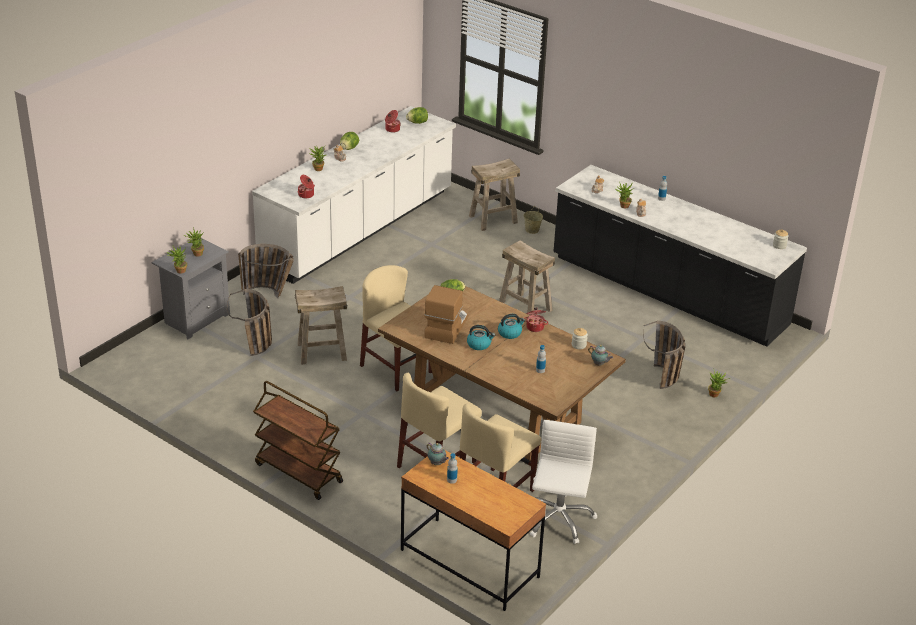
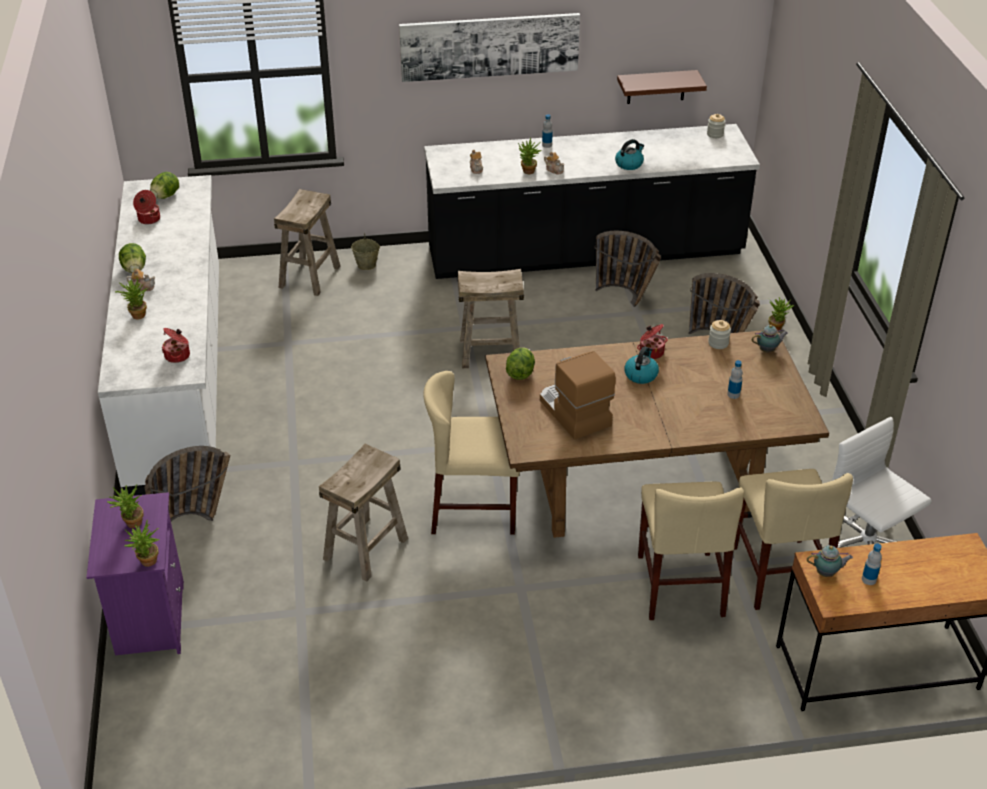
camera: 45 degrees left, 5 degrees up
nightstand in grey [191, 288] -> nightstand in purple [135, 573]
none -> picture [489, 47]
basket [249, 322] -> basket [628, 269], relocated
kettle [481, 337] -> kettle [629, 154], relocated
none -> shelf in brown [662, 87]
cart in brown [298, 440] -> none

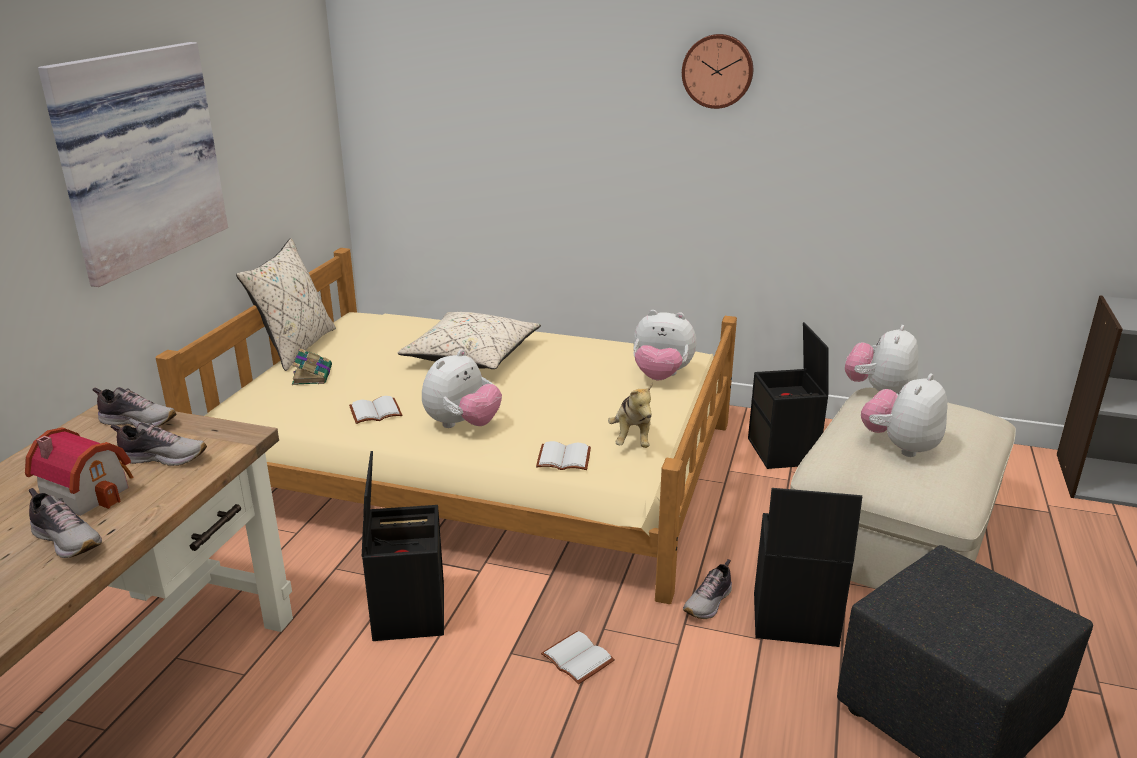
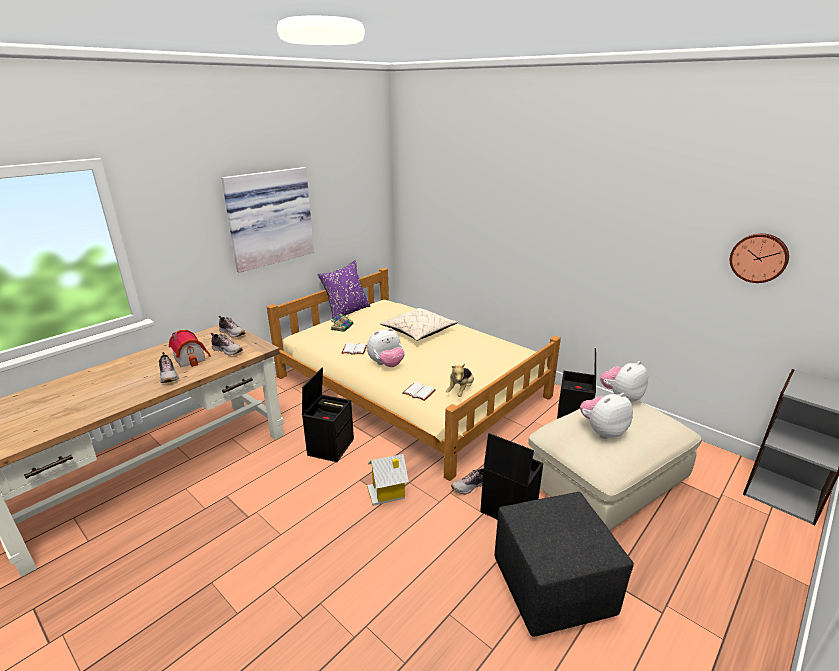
camera: 25 degrees right, 0 degrees up
pillow in beige [286, 304] -> pillow in purple [344, 291]
book in white [578, 657] -> toy house [388, 480]
wall clock [717, 71] -> wall clock [759, 258], relocated
plush toy [664, 345] -> none

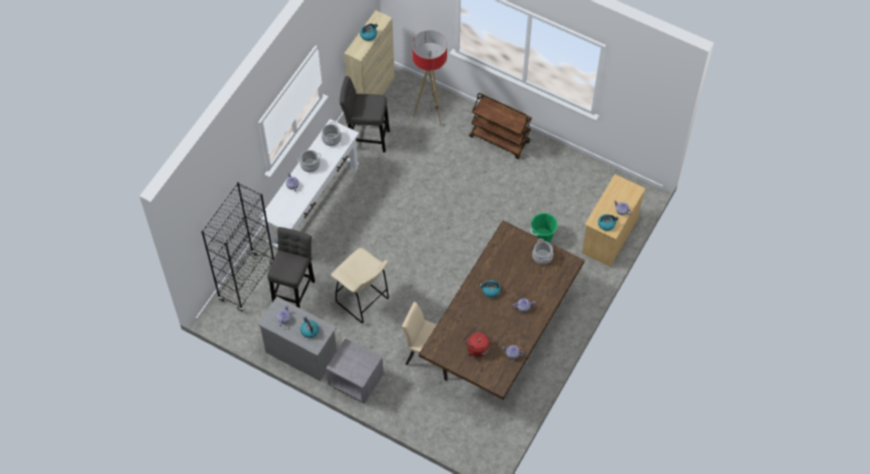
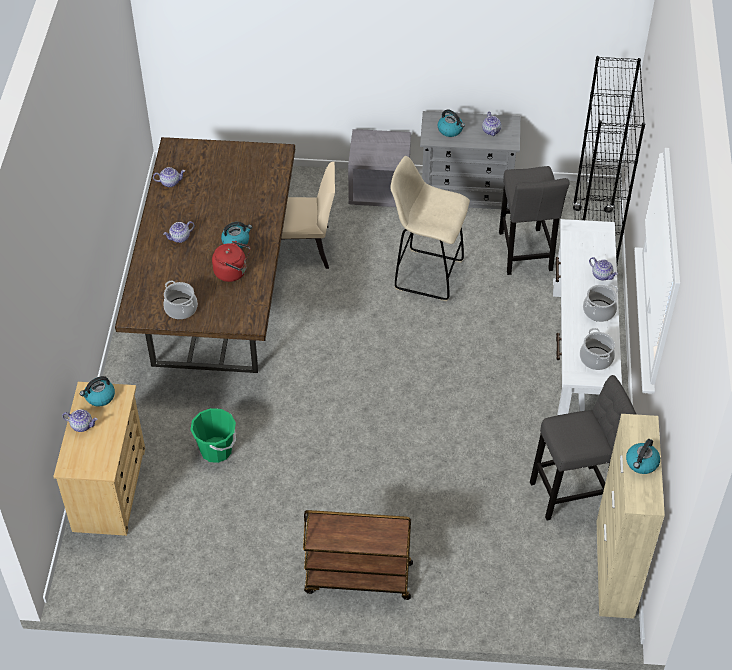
camera: 155 degrees right, 10 degrees down
kettle in red [476, 342] -> kettle in red [231, 261], relocated
floor lamp [429, 78] -> none

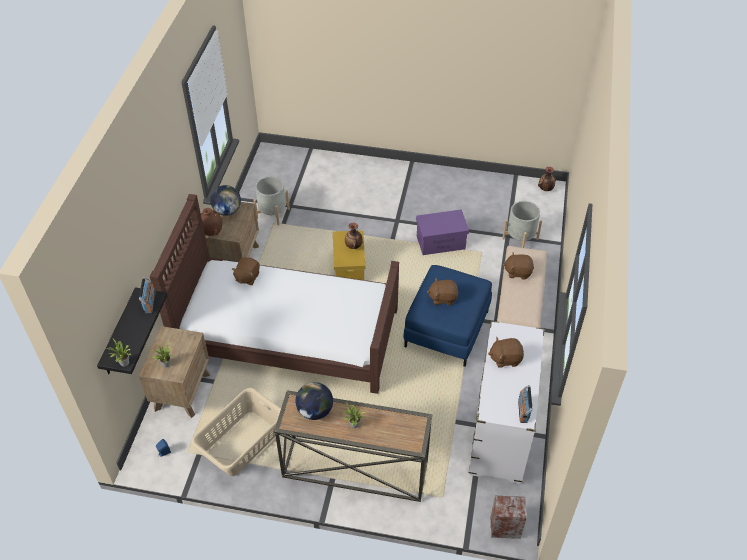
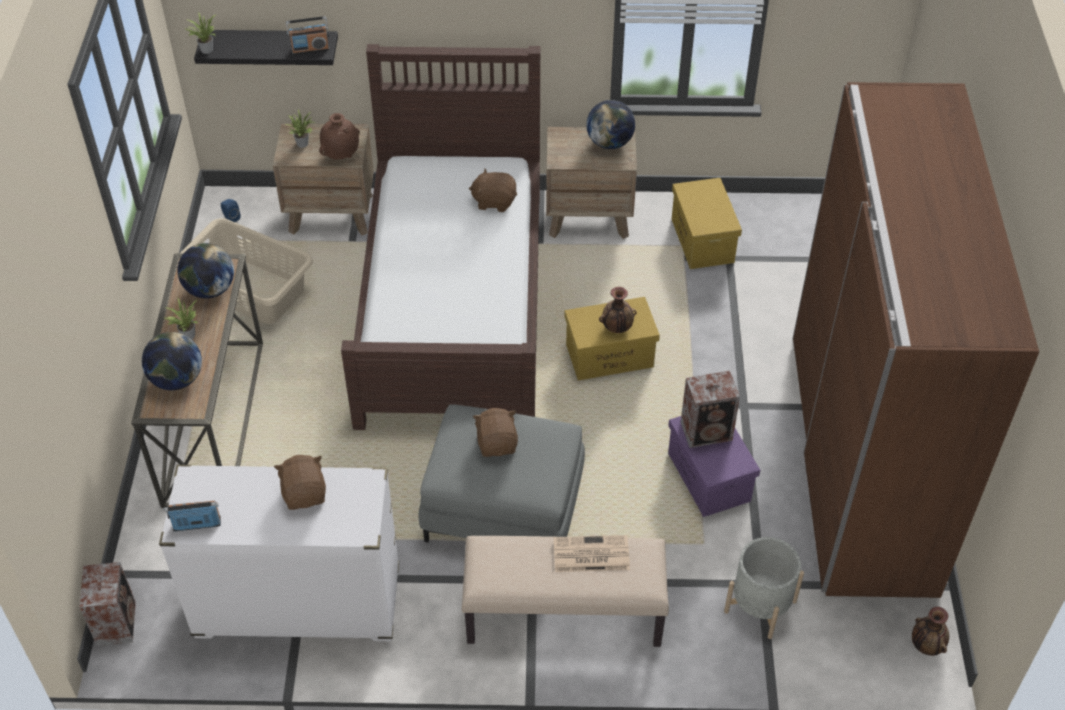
camera: 80 degrees right, 0 degrees up
none -> globe [172, 361]
vase in brown [211, 222] -> vase in brown [339, 136], relocated
ottoman in blue [448, 316] -> ottoman in grey [502, 473]
plush toy in brown [518, 266] -> newspaper [592, 553]
planter in grey [272, 200] -> storage box in yellow [707, 223]
none -> speaker [710, 409]
none -> wardrobe in brown [915, 340]

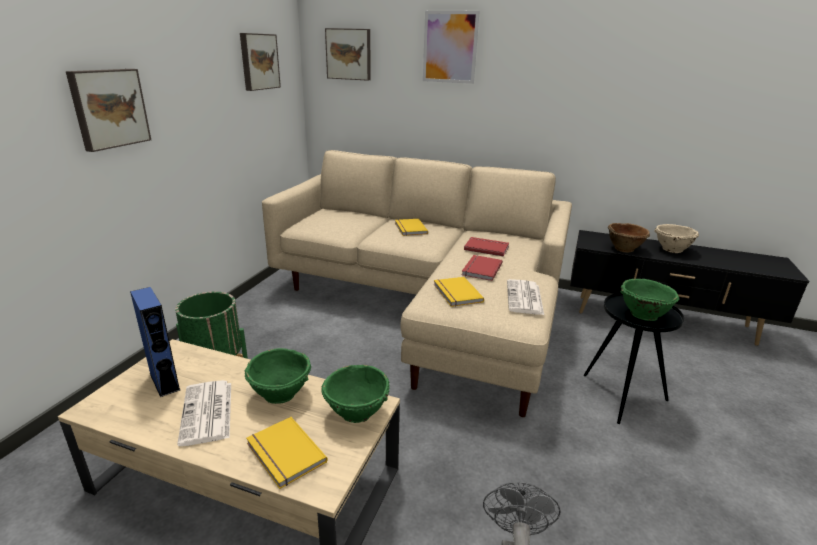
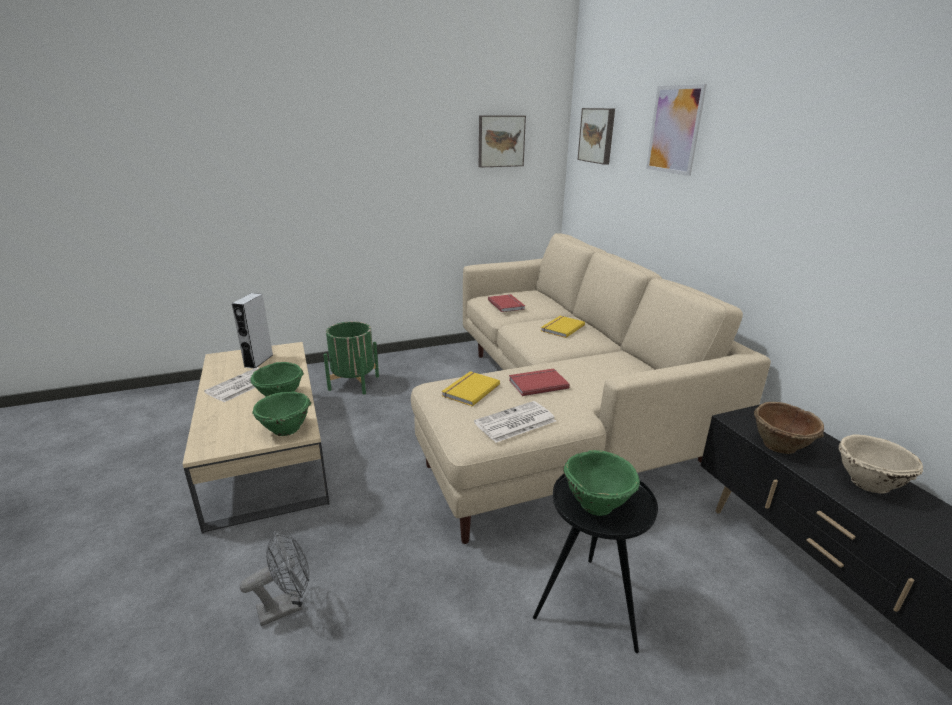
camera: 50 degrees right, 0 degrees up
speaker in blue [155, 342] -> speaker in grey [252, 330]
book in red [486, 247] -> book in red [506, 303], relocated
picture [108, 110] -> none
book in yellow [286, 453] -> none

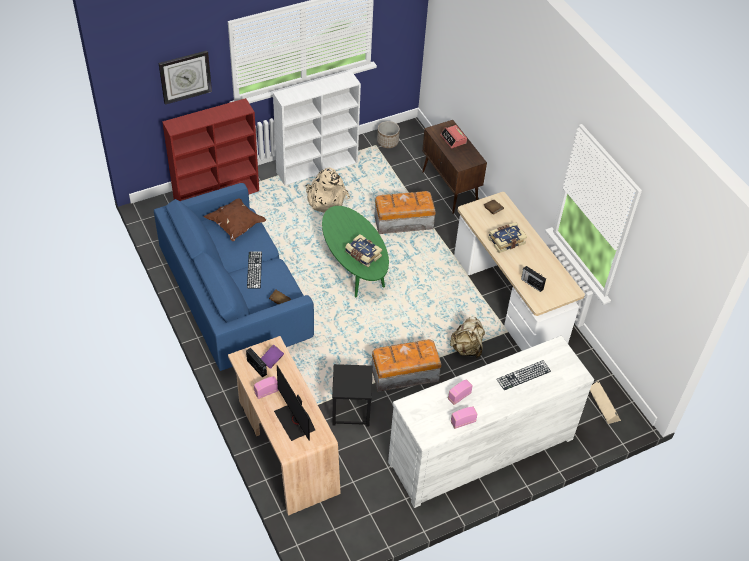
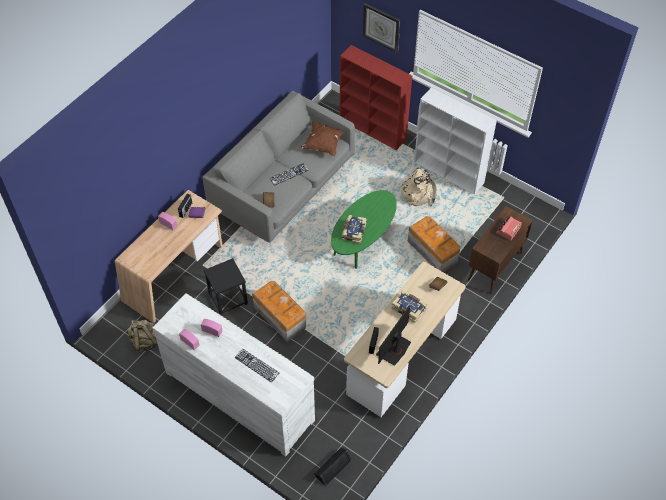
camera: 65 degrees right, 5 degrees up
backpack in beige [467, 337] -> backpack in beige [143, 335], relocated
sofa in blue [234, 277] -> sofa in grey [278, 166]
speaker in beige [605, 402] -> speaker in black [333, 467]
monitor [294, 403] -> monitor [393, 335], relocated
planter [388, 134] -> none

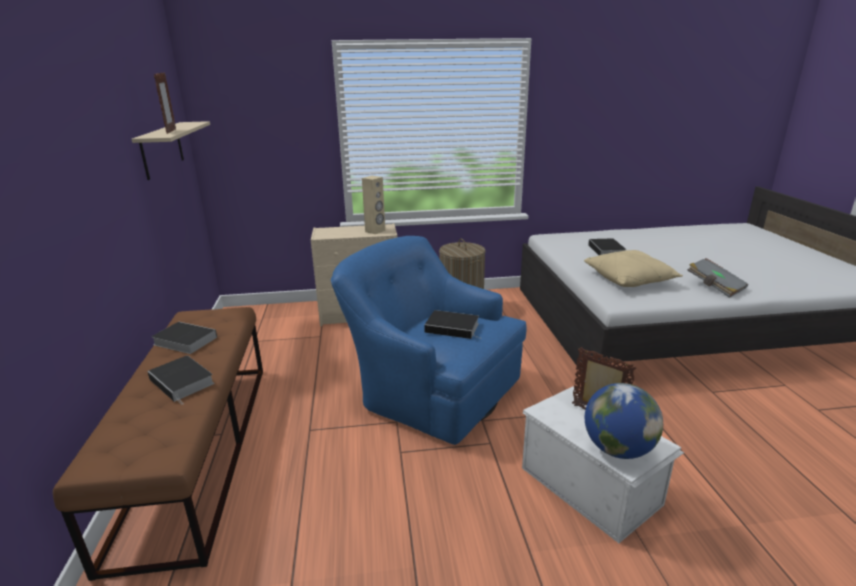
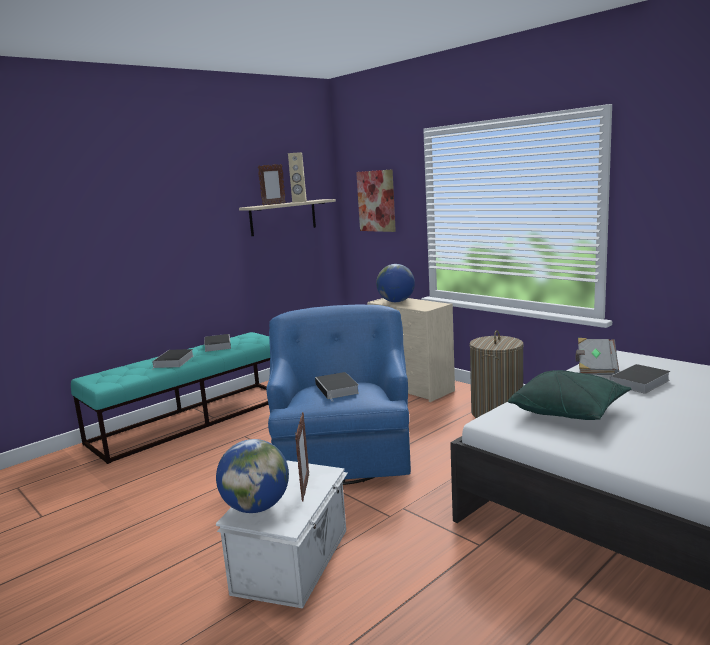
camera: 55 degrees right, 10 degrees down
bench in brown [158, 444] -> bench in turquoise [170, 398]
speaker in beige [373, 205] -> speaker in beige [297, 177], relocated
none -> picture [376, 201]
none -> globe [395, 283]
pillow in beige [633, 268] -> pillow in green [569, 395]
book in grey [718, 278] -> book in grey [597, 356], relocated

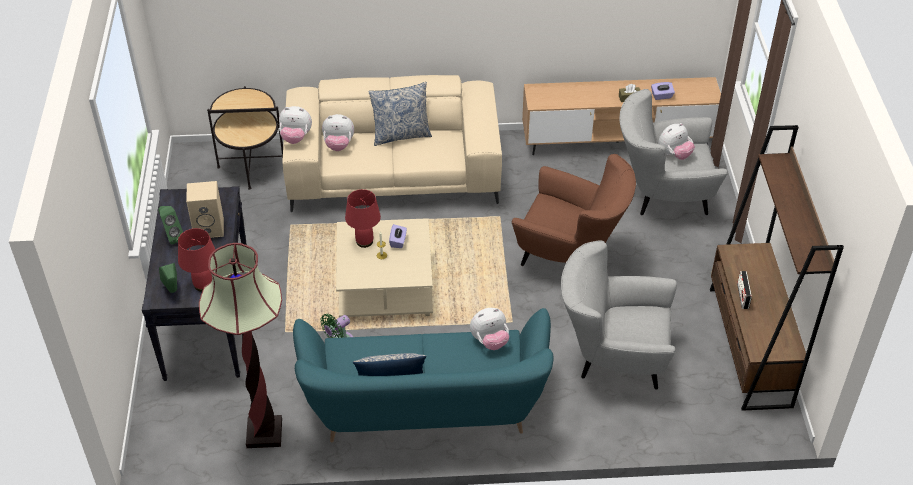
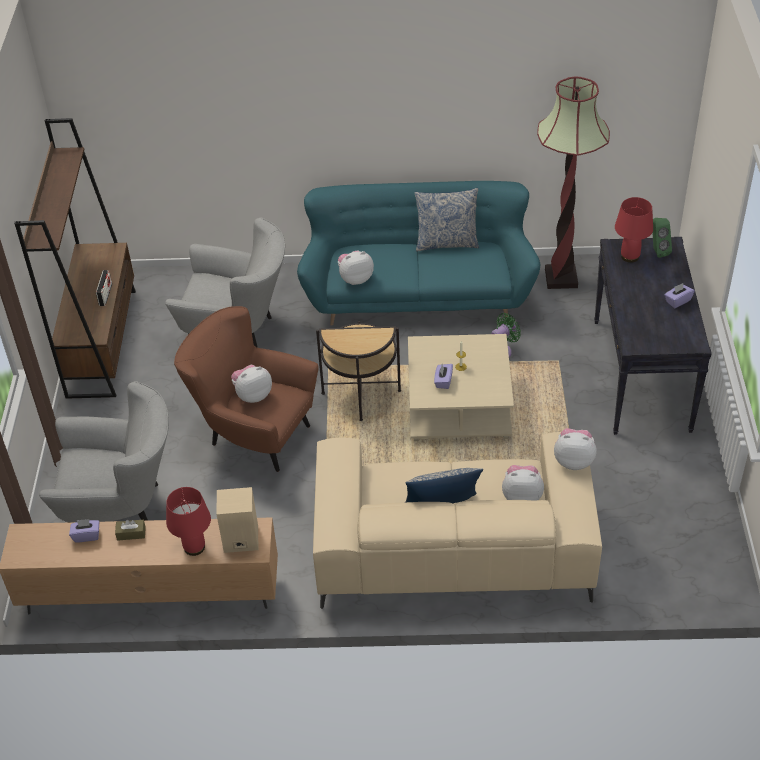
camera: 175 degrees left, 0 degrees up
table lamp in red [363, 218] -> table lamp in red [188, 521], relocated
speaker in beige [205, 209] -> speaker in beige [237, 520], relocated
plush toy [676, 141] -> plush toy [251, 384], relocated
side table [245, 138] -> side table [358, 371], relocated
speaker in green [170, 225] -> tissue box in purple [680, 295]

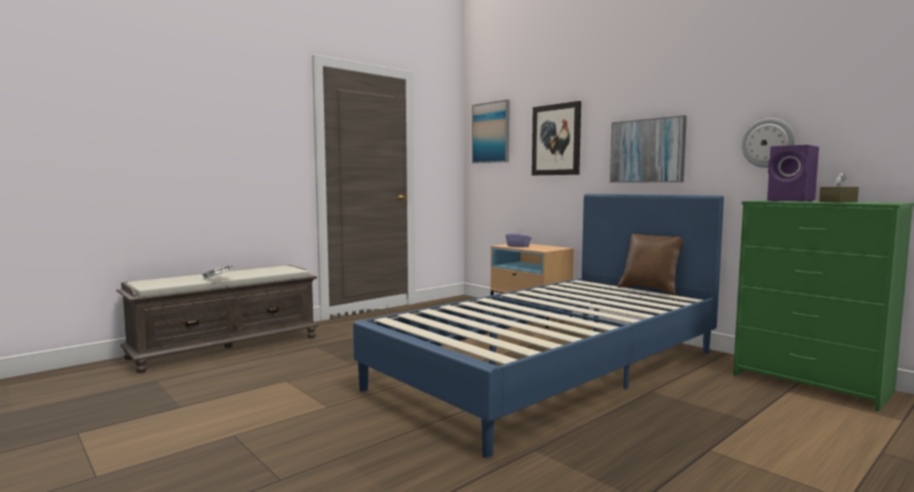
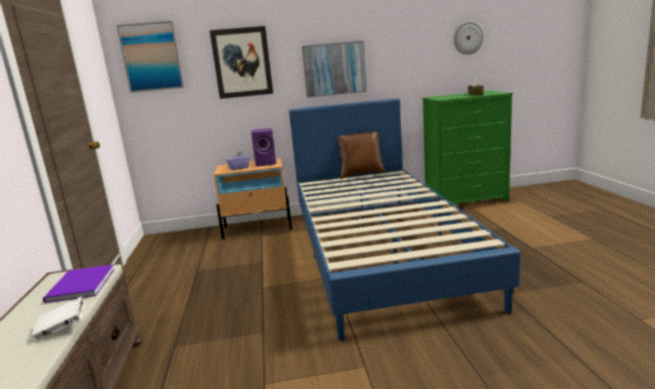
camera: 55 degrees left, 10 degrees up
none -> book in purple [79, 284]
speaker in purple [793, 173] -> speaker in purple [263, 147], relocated
wall clock [768, 143] -> wall clock [469, 38], relocated

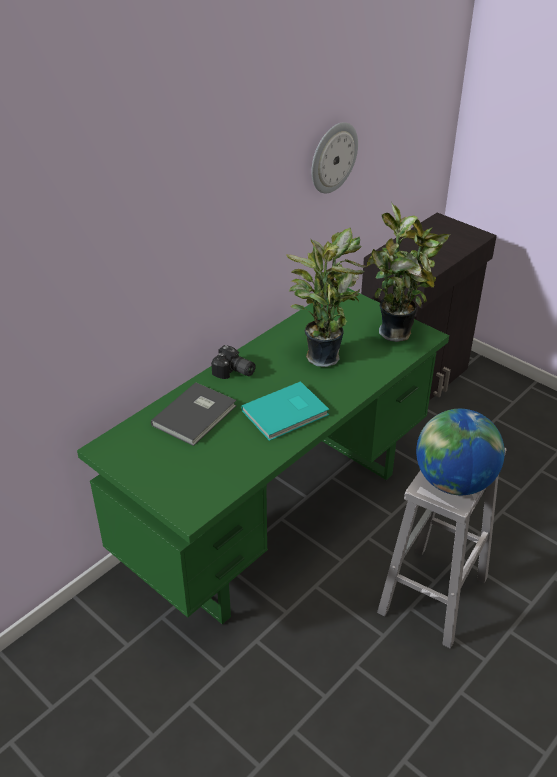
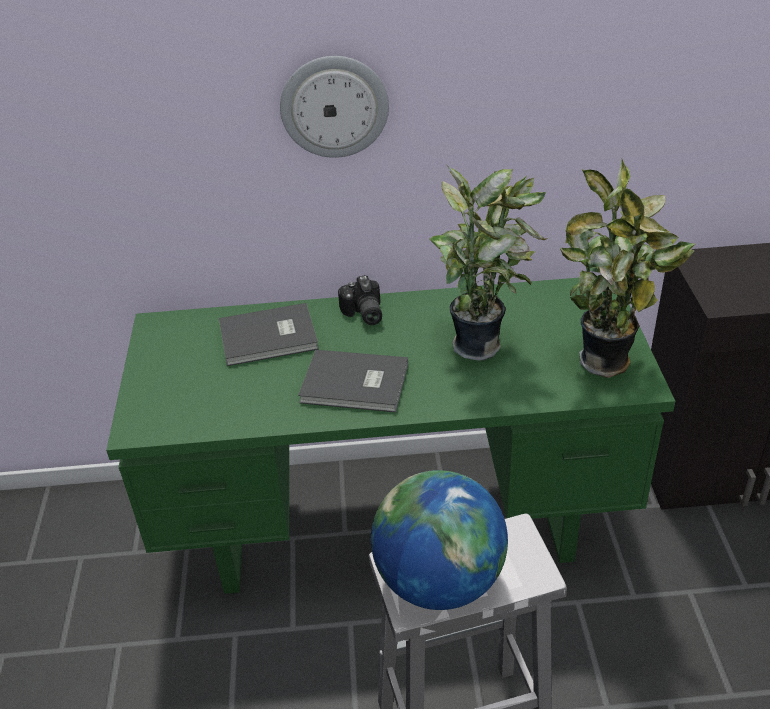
camera: 45 degrees right, 0 degrees up
wall clock [334, 157] -> wall clock [334, 107], relocated
book in turquoise [285, 411] -> book in grey [353, 381]

